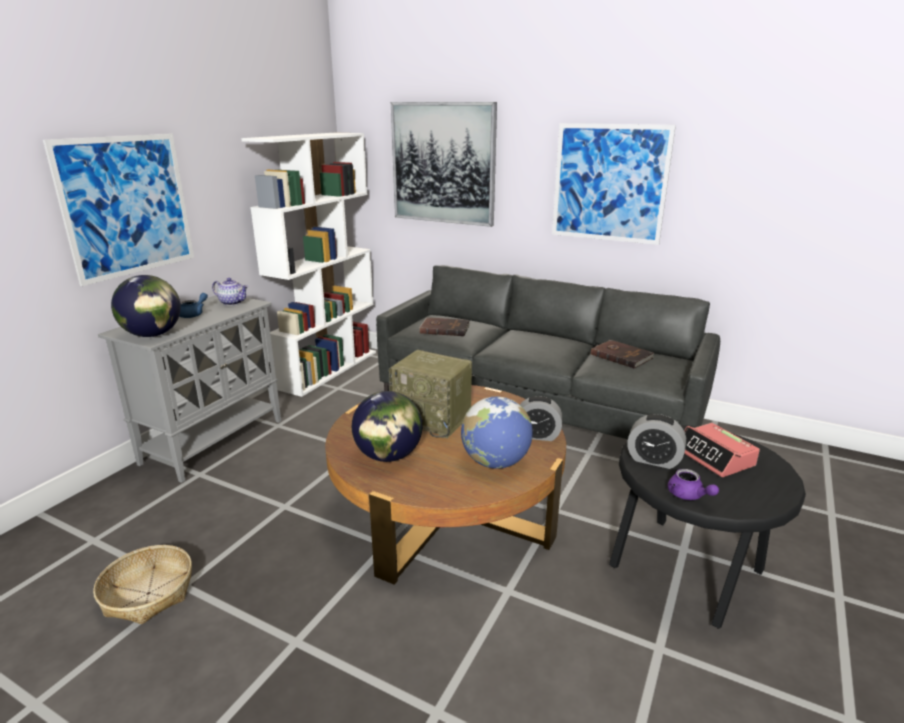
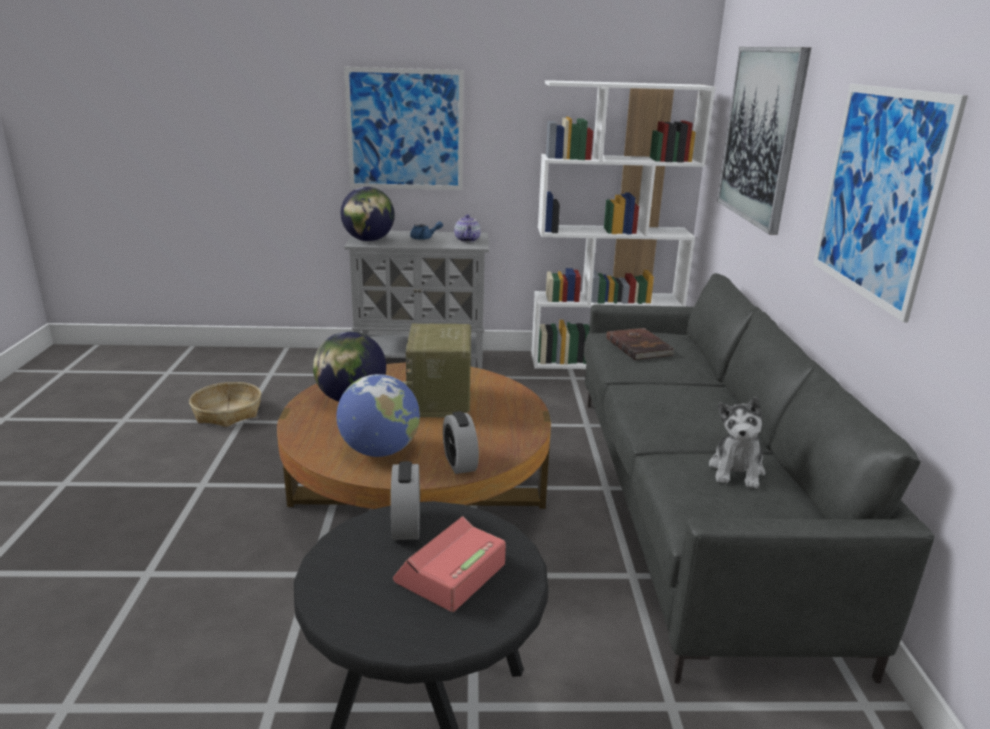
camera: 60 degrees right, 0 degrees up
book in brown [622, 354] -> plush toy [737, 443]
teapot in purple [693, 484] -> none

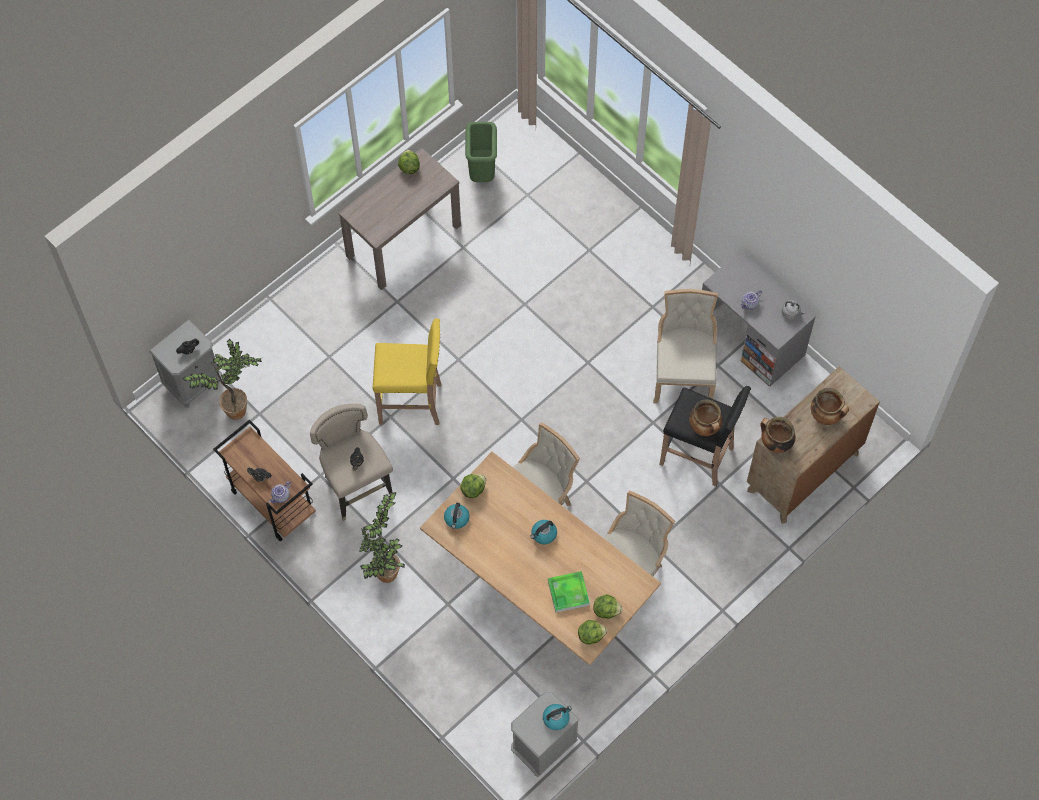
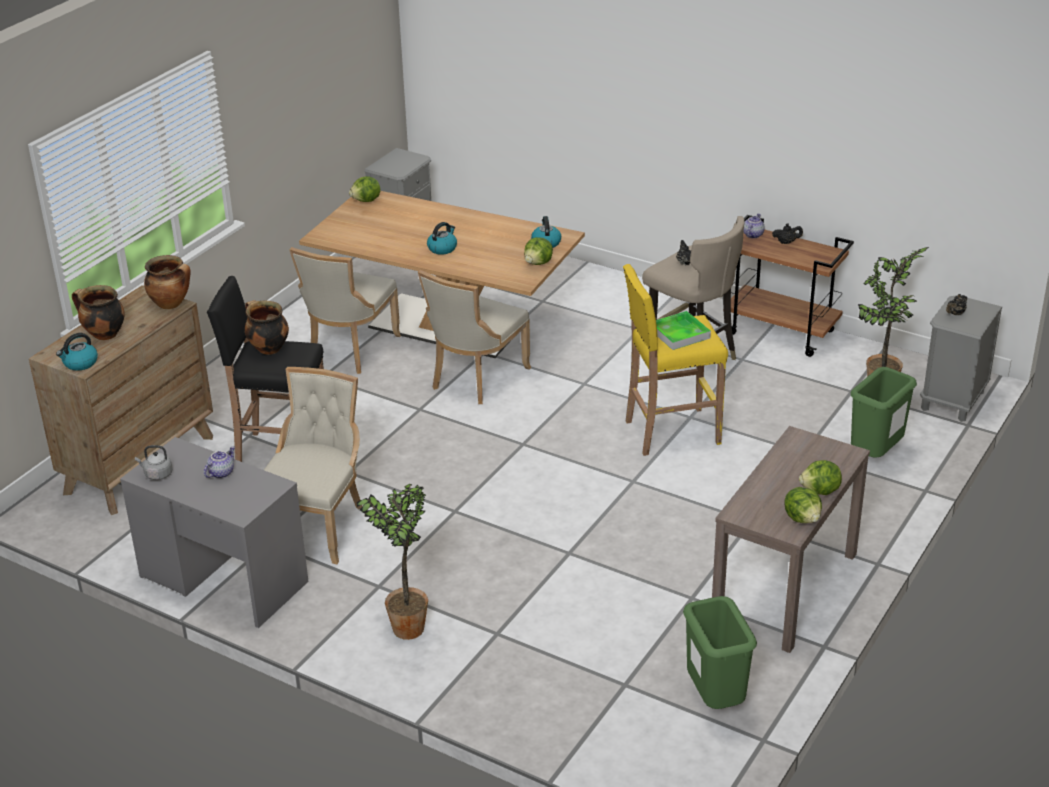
camera: 165 degrees right, 30 degrees down
kettle [557, 717] -> kettle [77, 352], relocated
chair in beige [685, 346] -> chair in beige [313, 465], 150 degrees counterclockwise
potted plant [382, 537] -> potted plant [392, 562], relocated
tray [569, 592] -> tray [683, 330], relocated
lettuce [608, 606] -> lettuce [820, 477], relocated
none -> trash can in green [884, 412]

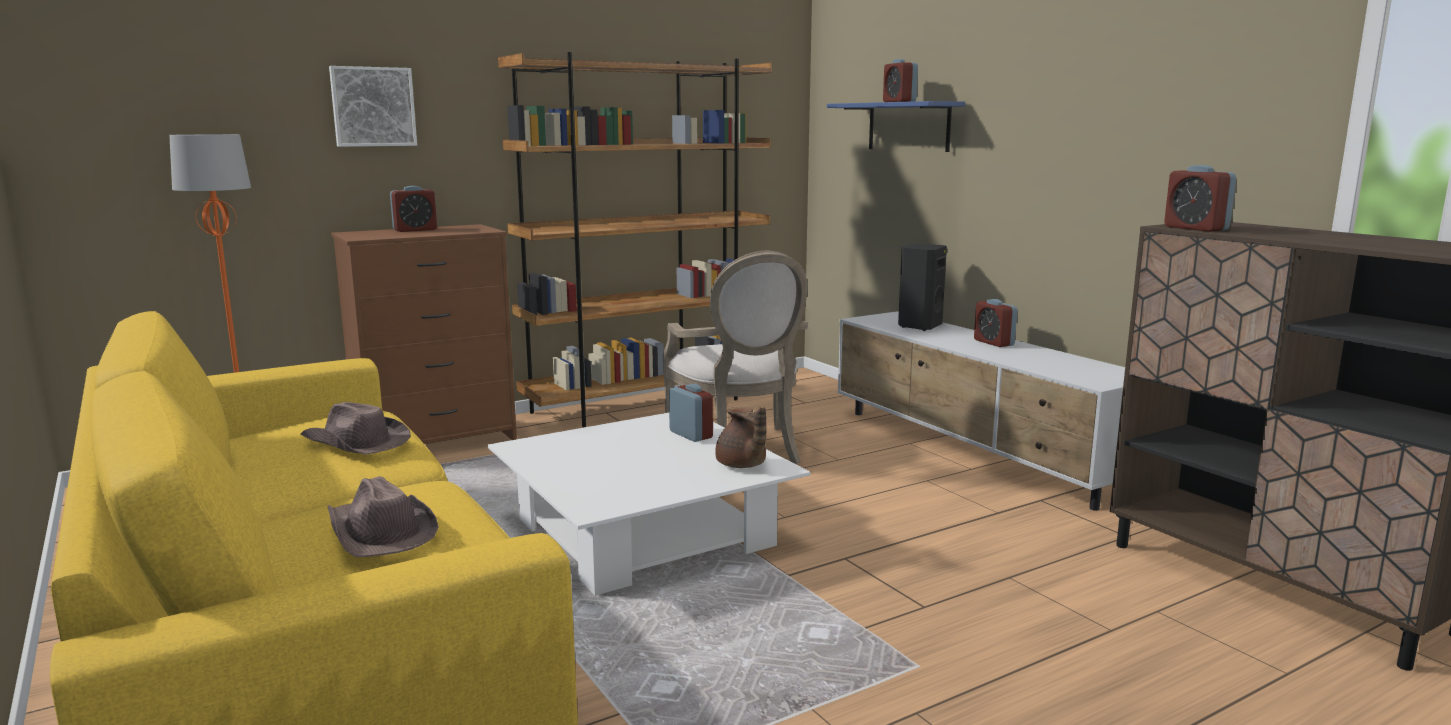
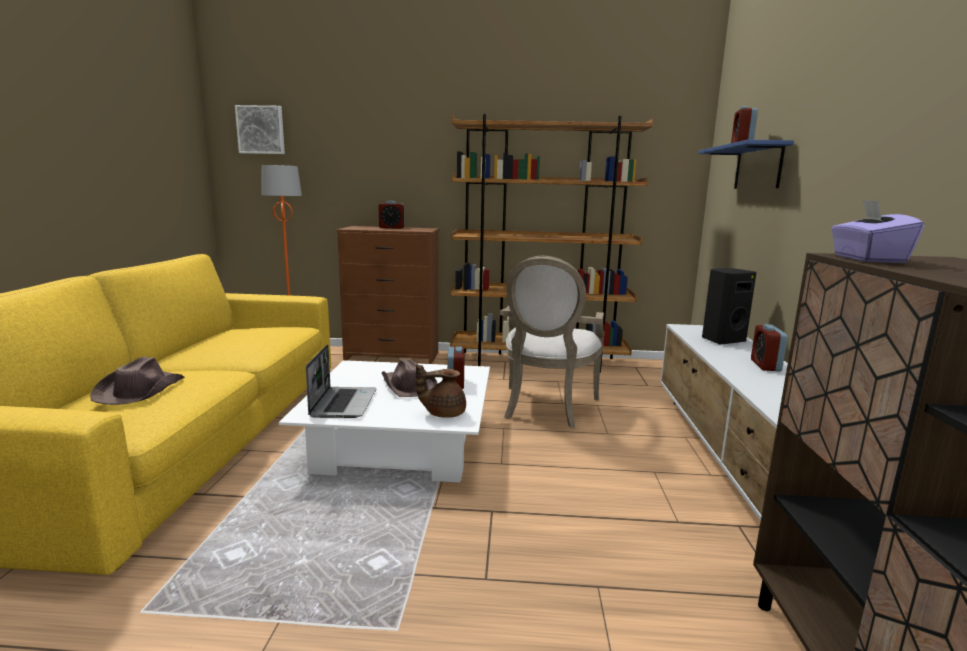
camera: 35 degrees right, 0 degrees up
picture [373, 106] -> picture [260, 129], relocated
none -> laptop [341, 381]
hat in brown [355, 428] -> hat in brown [409, 378], relocated
teapot in brown [740, 437] -> teapot in brown [441, 391], 75 degrees clockwise
alarm clock [1200, 198] -> tissue box in purple [877, 231]

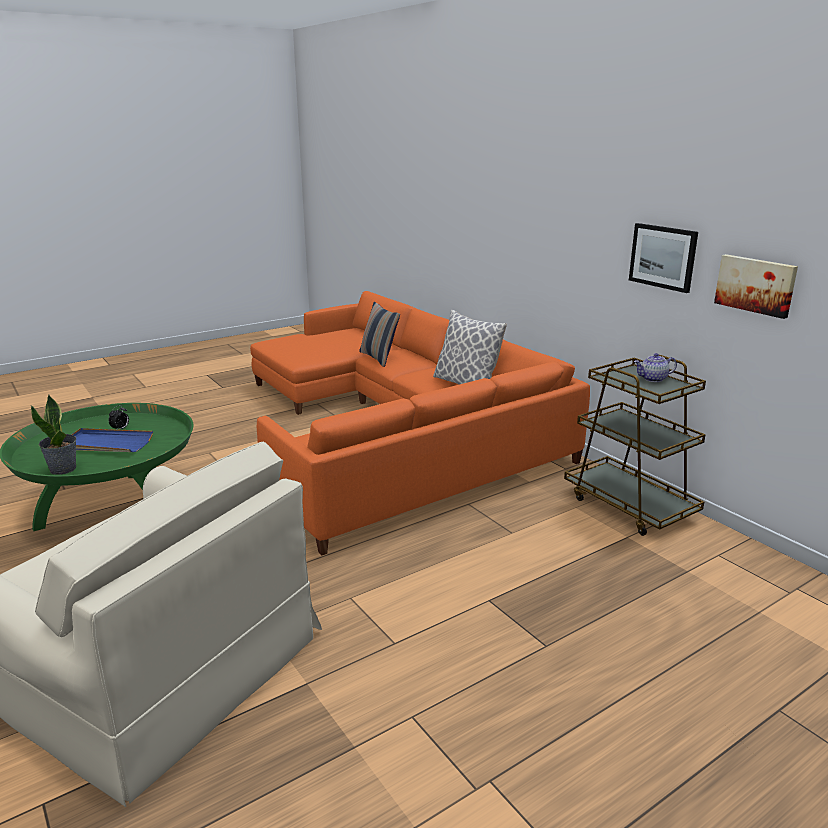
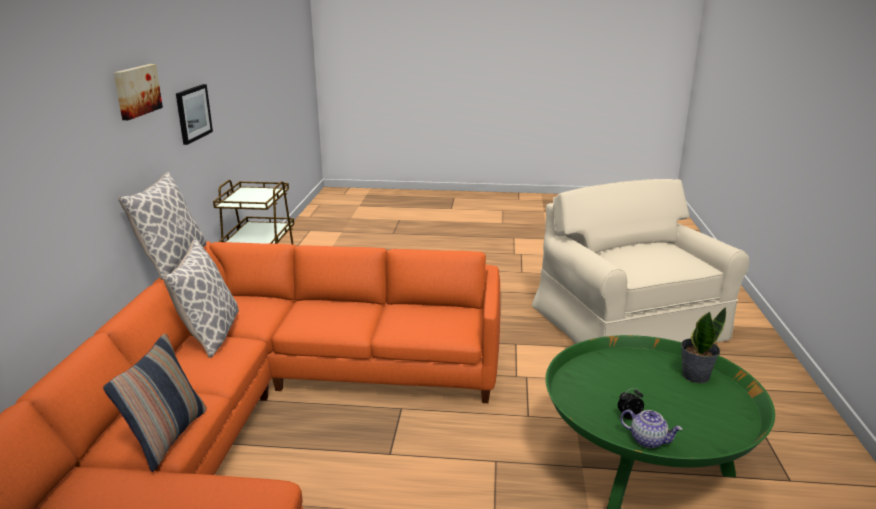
camera: 140 degrees left, 0 degrees up
picture [756, 286] -> picture [138, 92], relocated
none -> pillow [162, 226]
teapot [655, 367] -> teapot [651, 429], relocated
tray in blue [112, 440] -> none

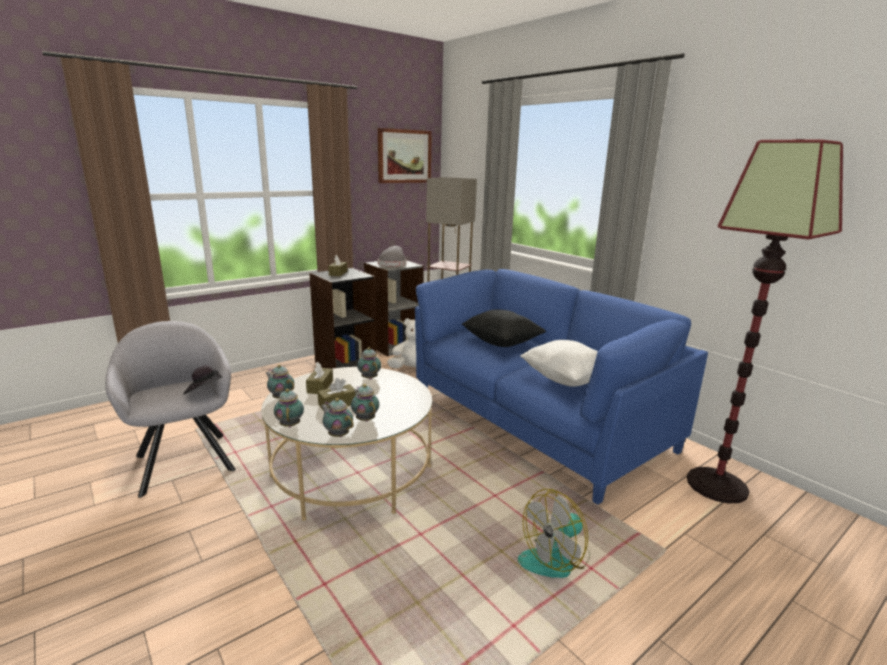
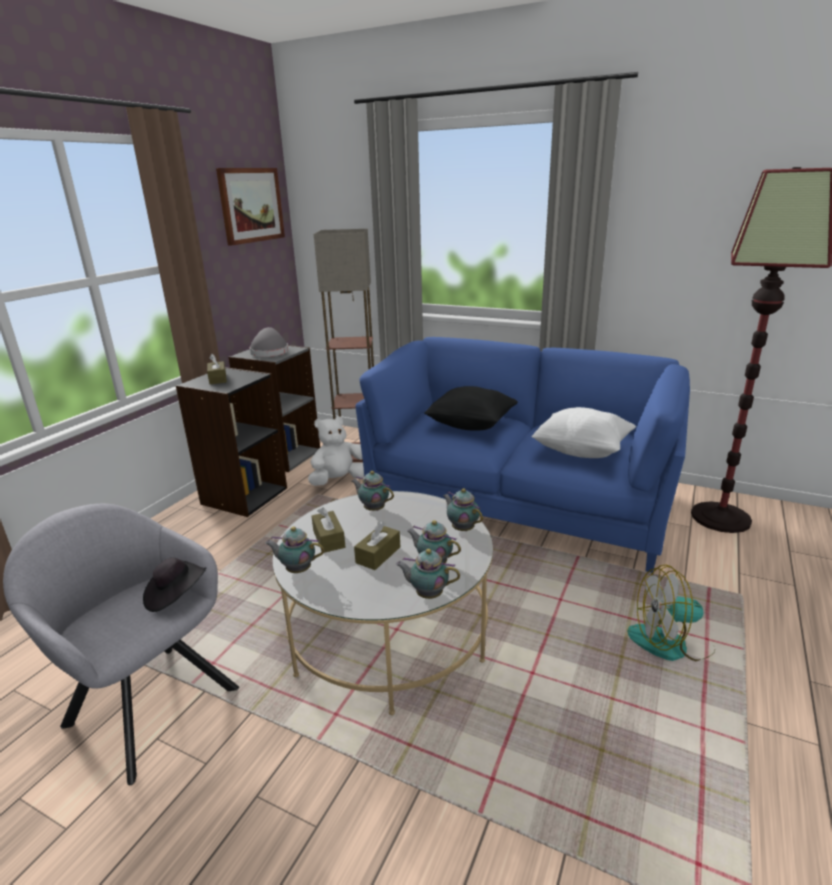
camera: 25 degrees left, 5 degrees up
teapot [289, 408] -> teapot [463, 509], relocated
fan [554, 533] -> fan [671, 612], 60 degrees clockwise

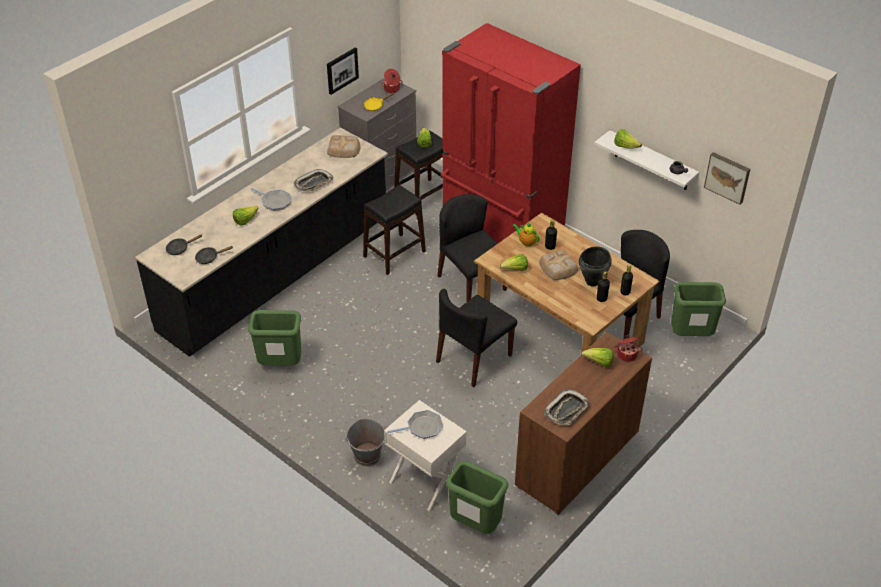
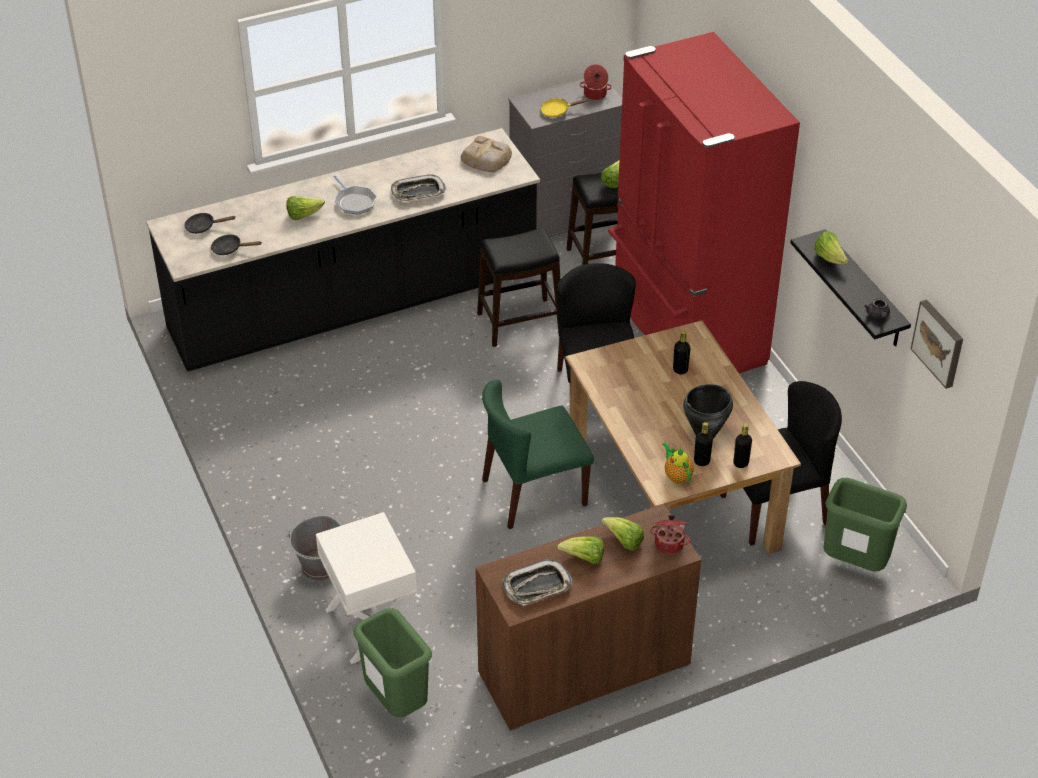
camera: 25 degrees right, 0 degrees up
chair in black [476, 338] -> chair in green [538, 454]
lettuce [514, 262] -> lettuce [580, 550], relocated
teapot [525, 235] -> teapot [678, 463], relocated
shelf in white [646, 160] -> shelf in black [850, 287]
trash can in green [274, 338] -> none
picture [343, 71] -> none
frying pan [415, 424] -> none
bread [558, 264] -> none

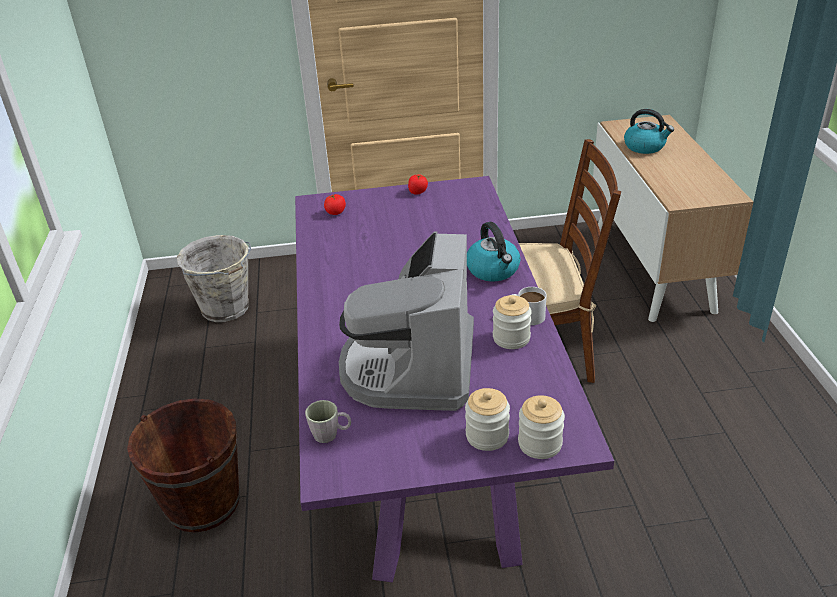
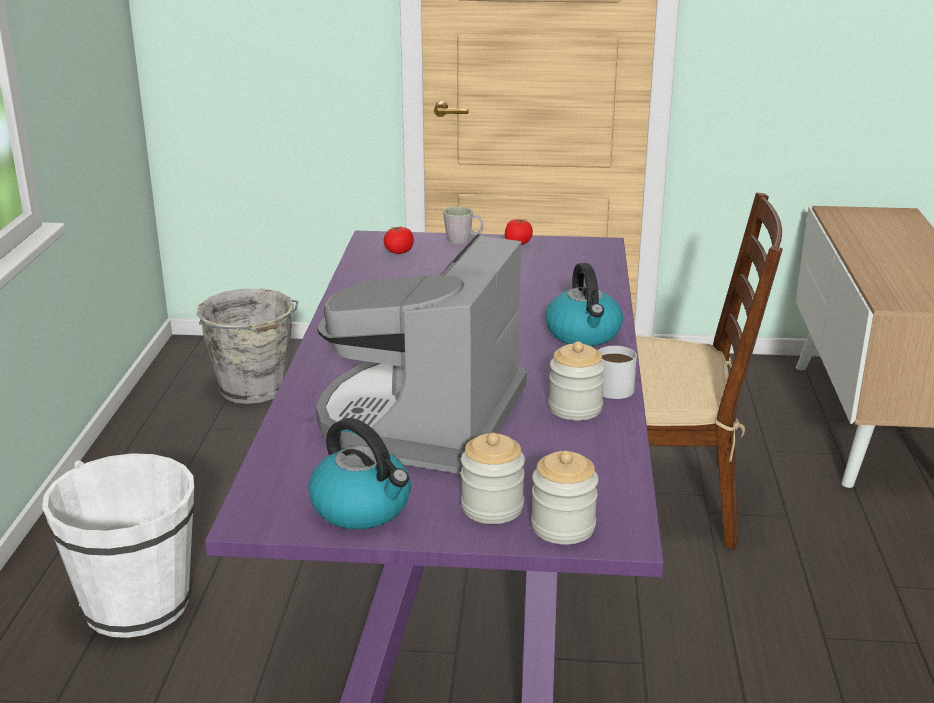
camera: 10 degrees right, 10 degrees down
bucket in brown [183, 465] -> bucket in white [118, 545]
kettle [649, 131] -> kettle [359, 473], relocated
mug in grey [328, 421] -> mug in grey [463, 225], relocated

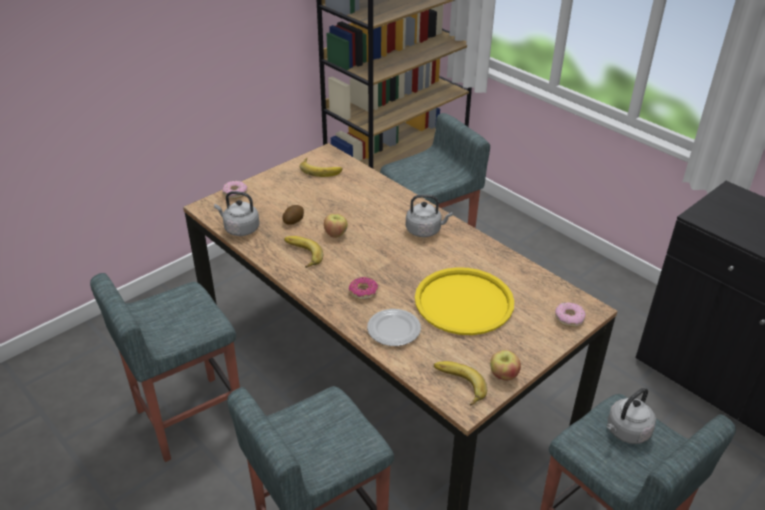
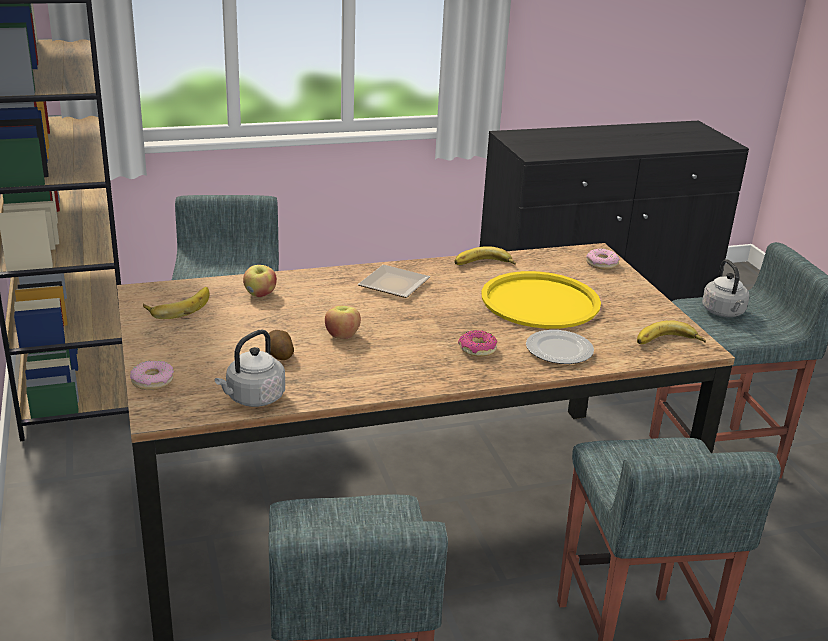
camera: 65 degrees left, 10 degrees down
apple [505, 365] -> apple [260, 281], relocated
kettle in grey [429, 216] -> plate [394, 281]
banana [303, 252] -> banana [485, 255], relocated

